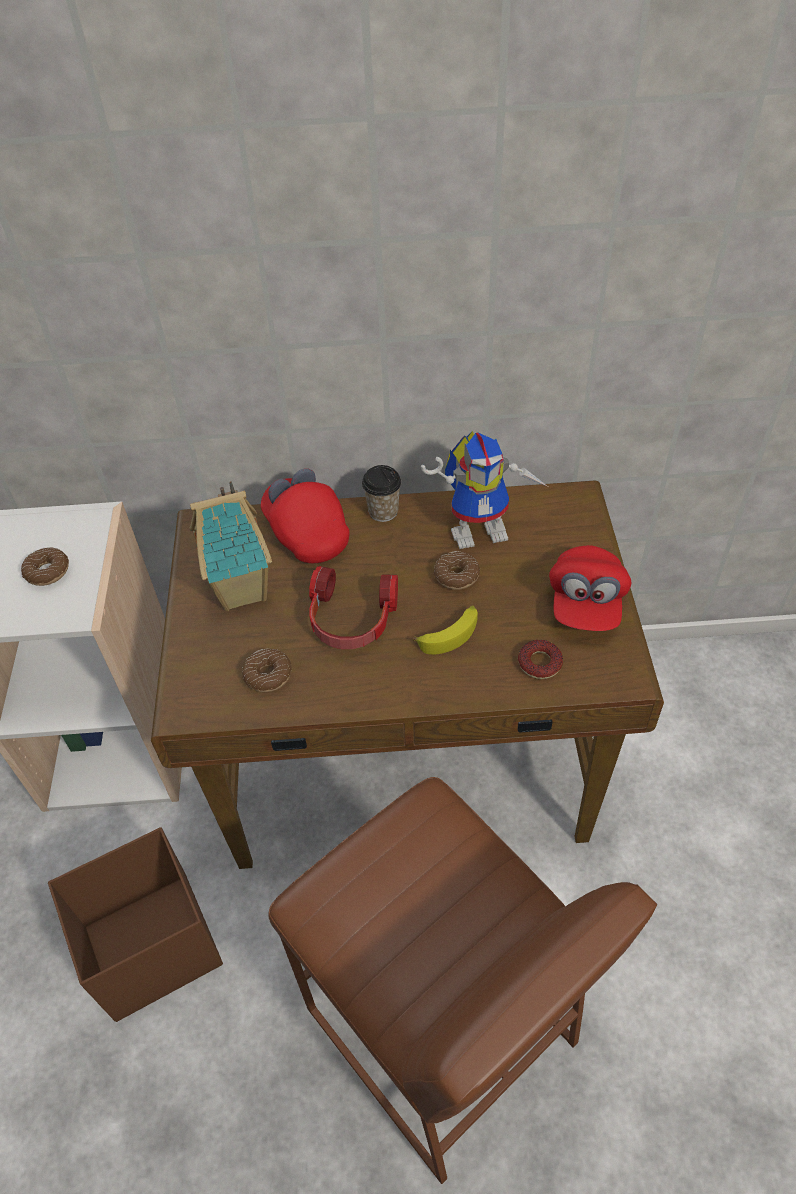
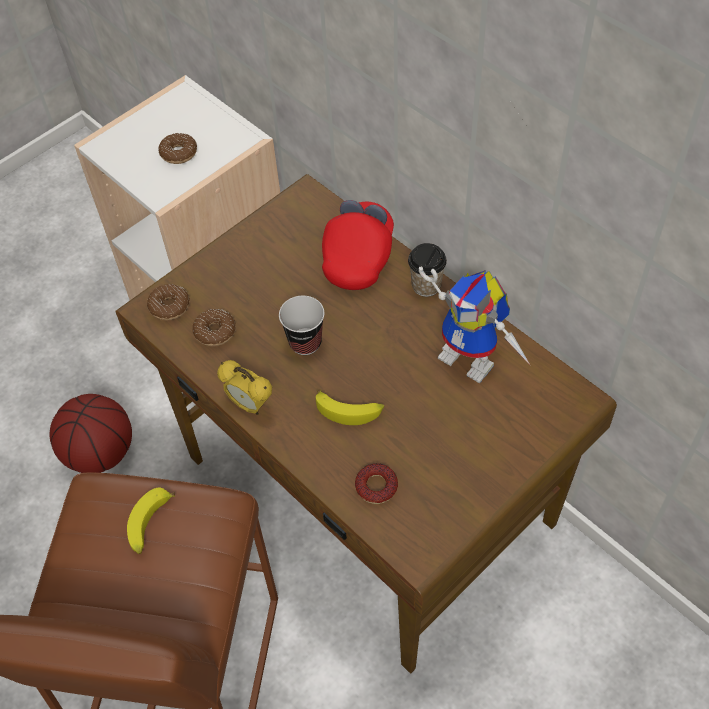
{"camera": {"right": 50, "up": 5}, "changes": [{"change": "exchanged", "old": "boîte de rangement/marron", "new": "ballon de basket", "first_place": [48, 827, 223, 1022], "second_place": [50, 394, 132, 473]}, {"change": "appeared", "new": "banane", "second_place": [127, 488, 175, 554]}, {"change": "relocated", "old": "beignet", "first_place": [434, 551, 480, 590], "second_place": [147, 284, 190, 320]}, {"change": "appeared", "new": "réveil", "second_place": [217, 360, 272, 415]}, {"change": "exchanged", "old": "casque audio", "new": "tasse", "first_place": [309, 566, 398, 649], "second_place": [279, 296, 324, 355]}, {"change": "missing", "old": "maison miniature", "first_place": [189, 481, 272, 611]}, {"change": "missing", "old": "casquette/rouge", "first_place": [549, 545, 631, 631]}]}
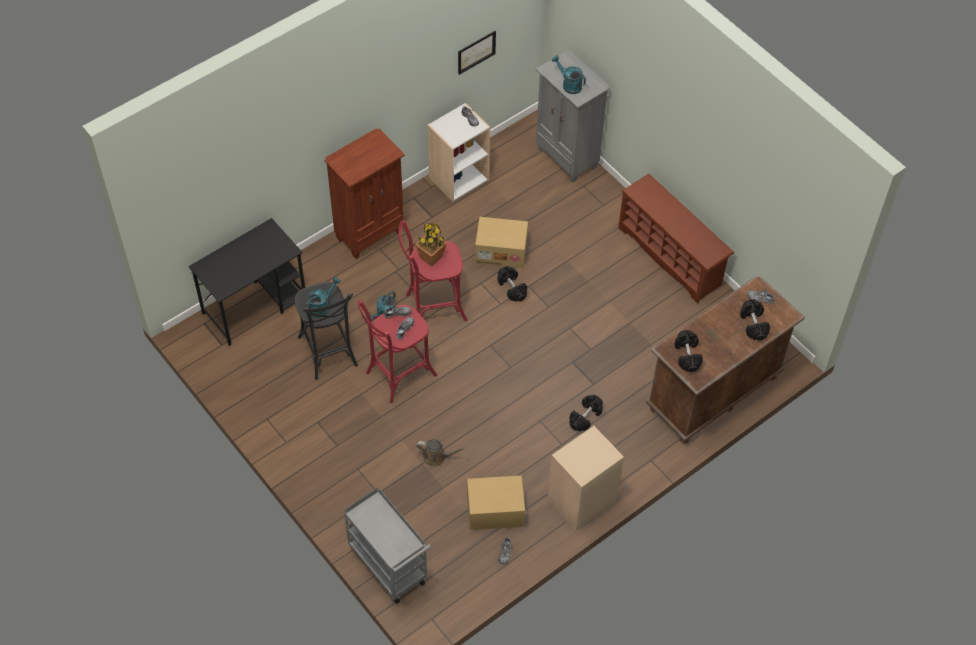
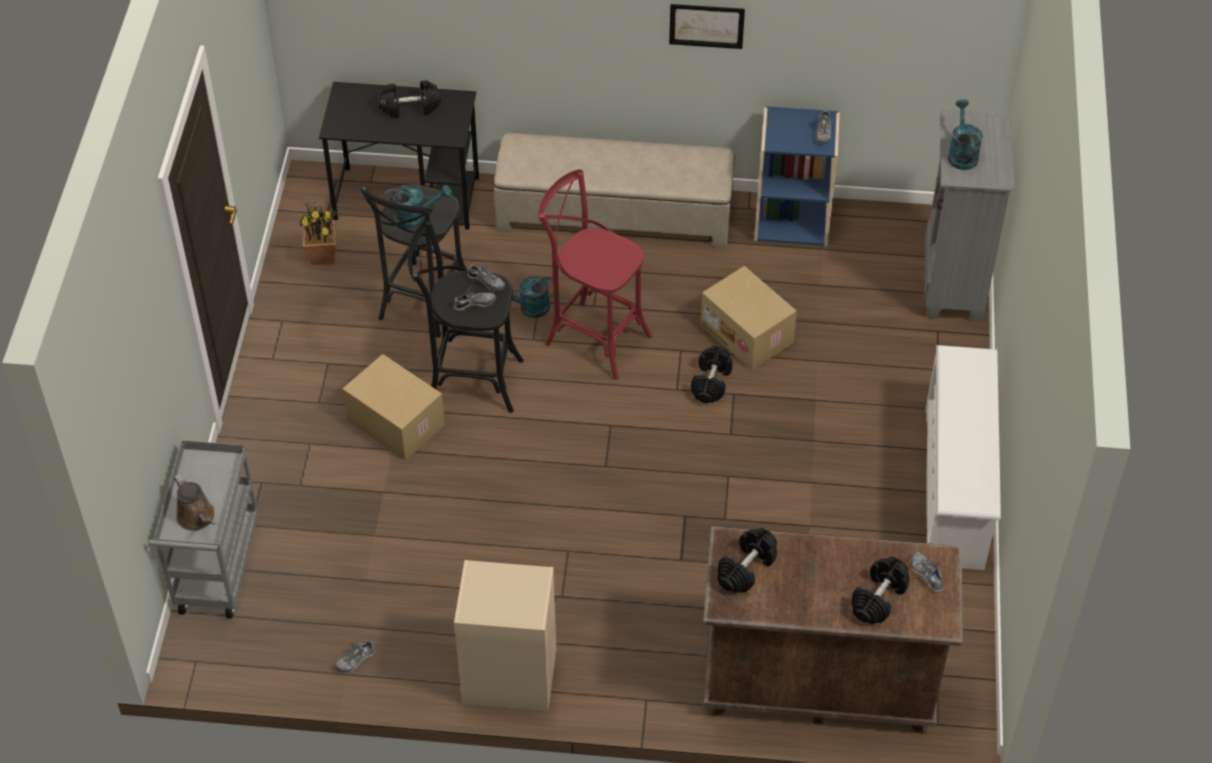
{"camera": {"right": 45, "up": -5}, "changes": [{"change": "relocated", "old": "arrosoir/marron", "first_place": [416, 439, 467, 467], "second_place": [174, 474, 216, 531]}, {"change": "relocated", "old": "plante en pot", "first_place": [415, 223, 447, 266], "second_place": [300, 201, 339, 265]}, {"change": "relocated", "old": "carton", "first_place": [467, 475, 525, 530], "second_place": [343, 354, 445, 460]}, {"change": "relocated", "old": "haltère/noir", "first_place": [569, 395, 603, 431], "second_place": [378, 80, 441, 118]}, {"change": "colour", "old": "tabouret/rouge", "new": "tabouret/noir", "first_place": [358, 300, 437, 403], "second_place": [408, 220, 524, 413]}, {"change": "exchanged", "old": "meuble de rangement/marron", "new": "banc/beige", "first_place": [324, 129, 405, 259], "second_place": [494, 133, 735, 247]}, {"change": "relocated", "old": "tableau", "first_place": [458, 31, 496, 75], "second_place": [669, 4, 745, 49]}, {"change": "colour", "old": "bibliothèque/blanc", "new": "bibliothèque/bleu", "first_place": [428, 103, 490, 202], "second_place": [754, 106, 840, 246]}, {"change": "colour", "old": "étagère à chaussures/marron", "new": "étagère à chaussures/blanc", "first_place": [618, 174, 734, 304], "second_place": [926, 345, 1001, 570]}]}
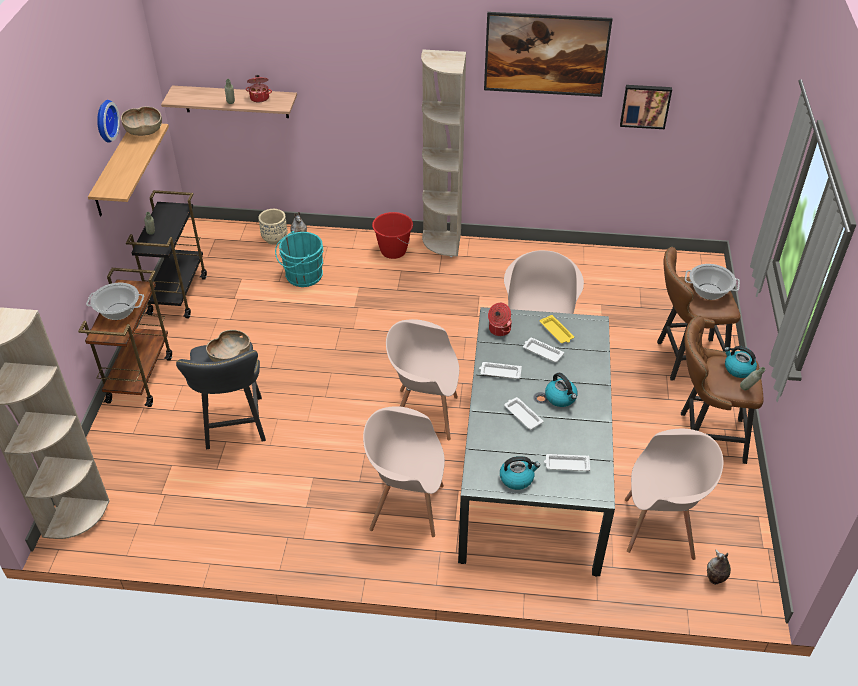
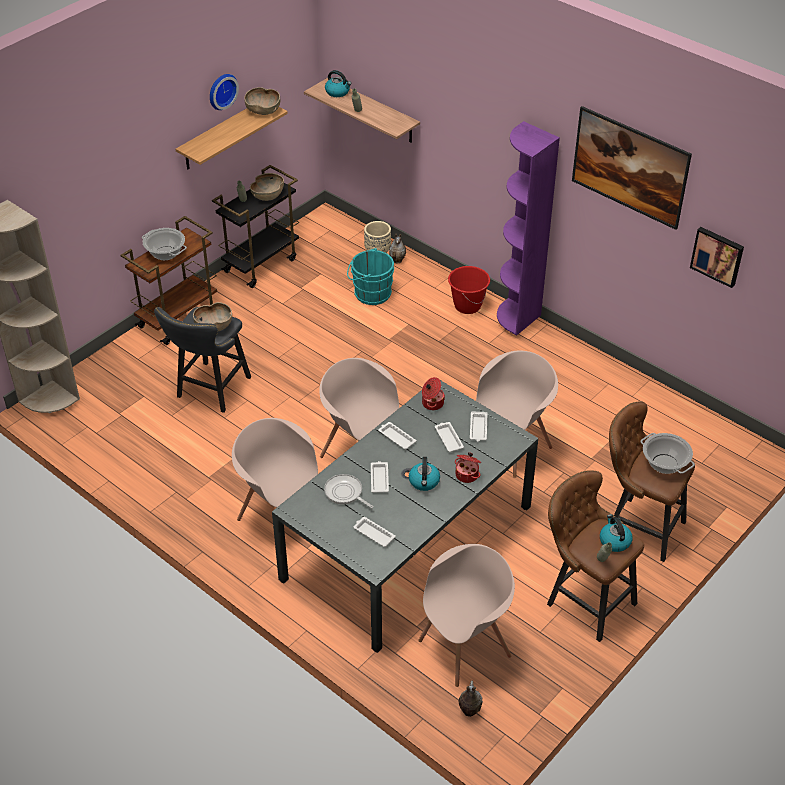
{"camera": {"right": 35, "up": 0}, "changes": [{"change": "appeared", "new": "bol/marron", "second_place": [250, 173, 284, 201]}, {"change": "appeared", "new": "poêle", "second_place": [324, 474, 373, 508]}, {"change": "relocated", "old": "bouilloire", "first_place": [500, 456, 540, 490], "second_place": [325, 70, 351, 97]}, {"change": "spun", "old": "chaise/beige", "first_place": [625, 429, 723, 560], "second_place": [418, 544, 515, 687], "degrees": -75}, {"change": "relocated", "old": "marmite", "first_place": [246, 75, 272, 102], "second_place": [455, 452, 481, 483]}, {"change": "colour", "old": "plateau/jaune", "new": "plateau/blanc", "first_place": [540, 315, 574, 343], "second_place": [470, 411, 487, 442]}, {"change": "colour", "old": "bibliothèque/beige", "new": "bibliothèque/violet", "first_place": [421, 50, 466, 257], "second_place": [497, 121, 560, 336]}]}
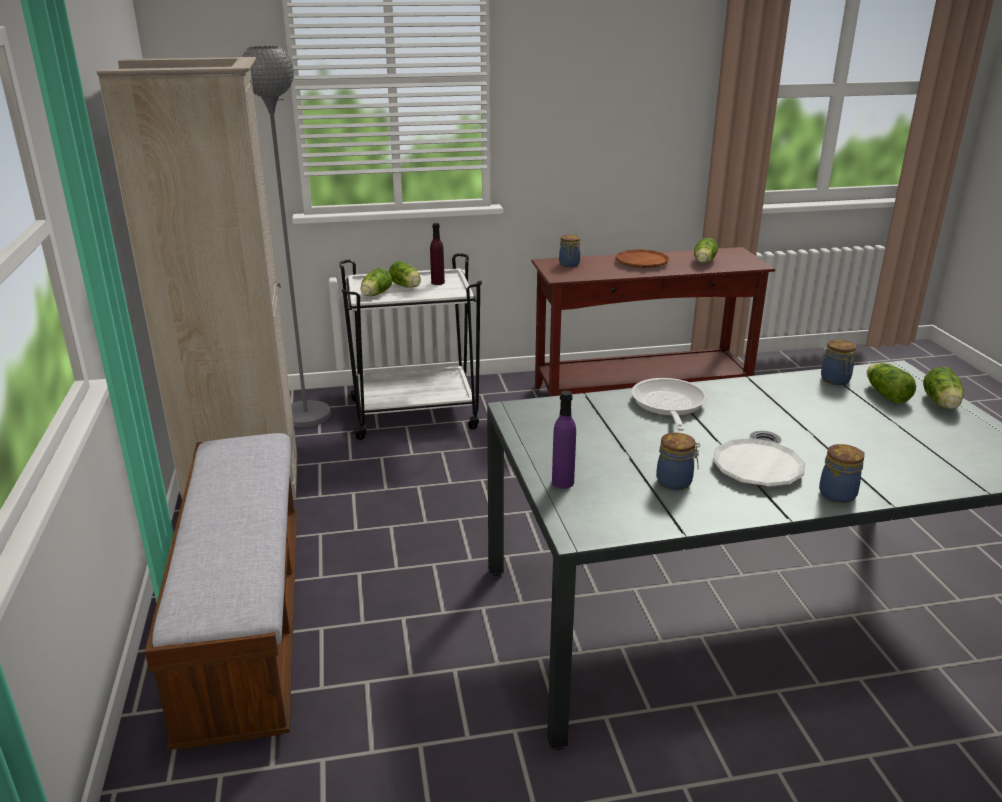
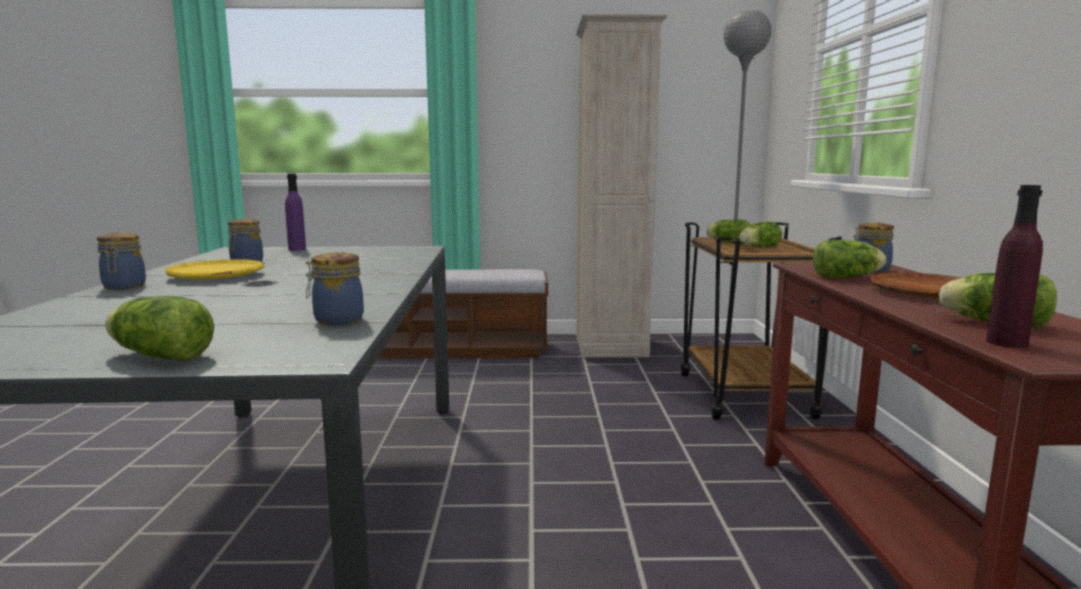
{"camera": {"right": 100, "up": -15}, "changes": [{"change": "colour", "old": "assiette/blanc", "new": "assiette/jaune", "first_place": [712, 438, 805, 487], "second_place": [165, 259, 264, 279]}, {"change": "colour", "old": "chariot/blanc", "new": "chariot/marron", "first_place": [339, 253, 482, 440], "second_place": [681, 222, 842, 419]}, {"change": "relocated", "old": "laitue", "first_place": [867, 363, 916, 403], "second_place": [813, 240, 886, 278]}, {"change": "relocated", "old": "bouteille/violet", "first_place": [430, 223, 445, 285], "second_place": [986, 185, 1043, 348]}, {"change": "missing", "old": "poêle", "first_place": [631, 378, 707, 431]}]}
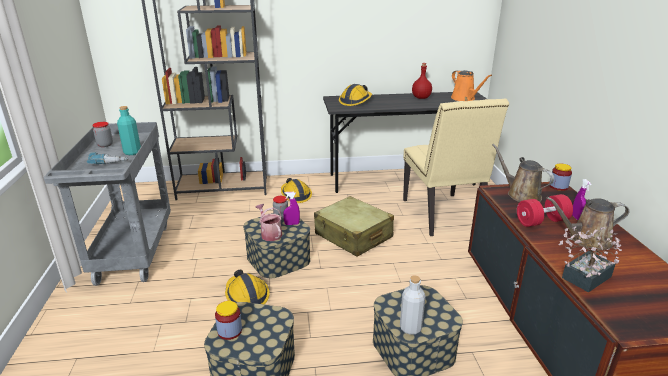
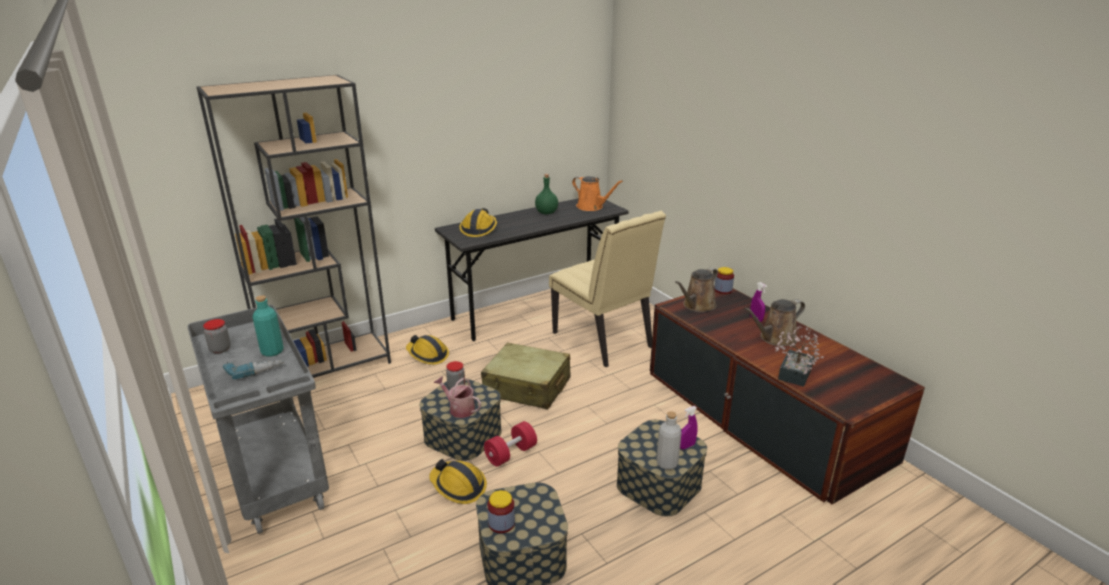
{"camera": {"right": -25, "up": 0}, "changes": [{"change": "relocated", "old": "haltère/rouge", "first_place": [517, 194, 573, 227], "second_place": [484, 421, 537, 467]}, {"change": "colour", "old": "bouteille/rouge", "new": "bouteille/vert", "first_place": [412, 63, 432, 99], "second_place": [535, 174, 558, 214]}, {"change": "spun", "old": "arrosoir/marron", "first_place": [492, 144, 554, 202], "second_place": [675, 268, 718, 312], "degrees": -75}, {"change": "relocated", "old": "vaporisateur/violet", "first_place": [283, 192, 300, 225], "second_place": [680, 406, 697, 449]}]}
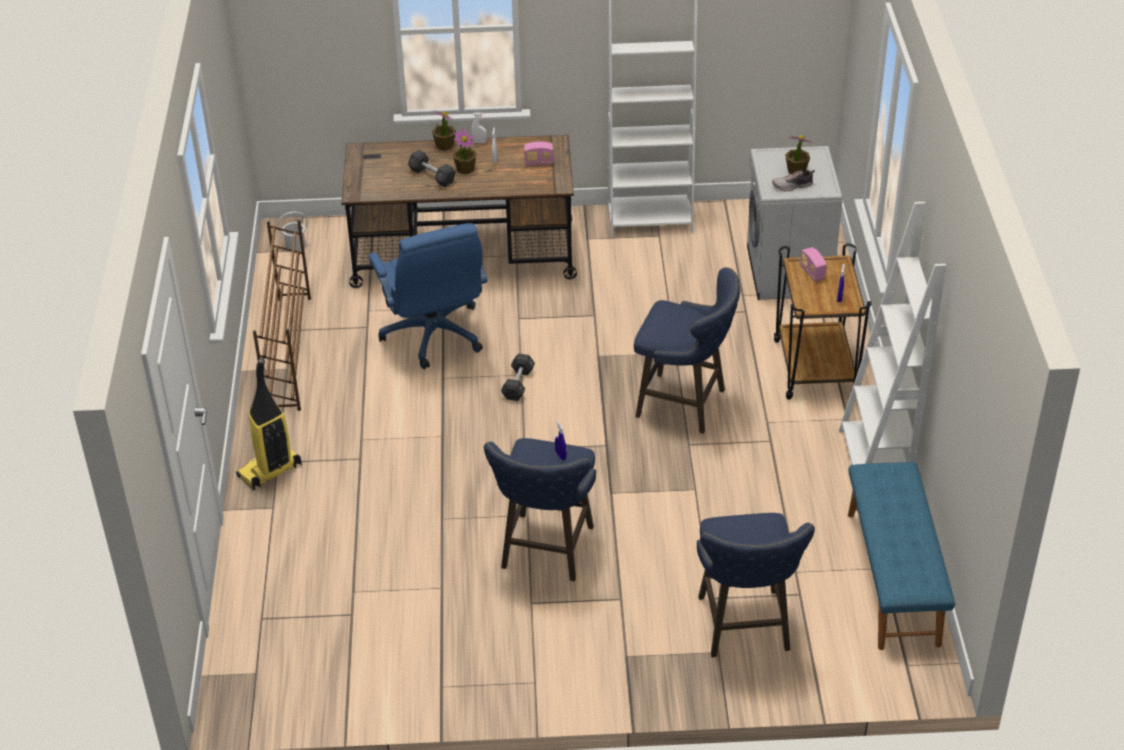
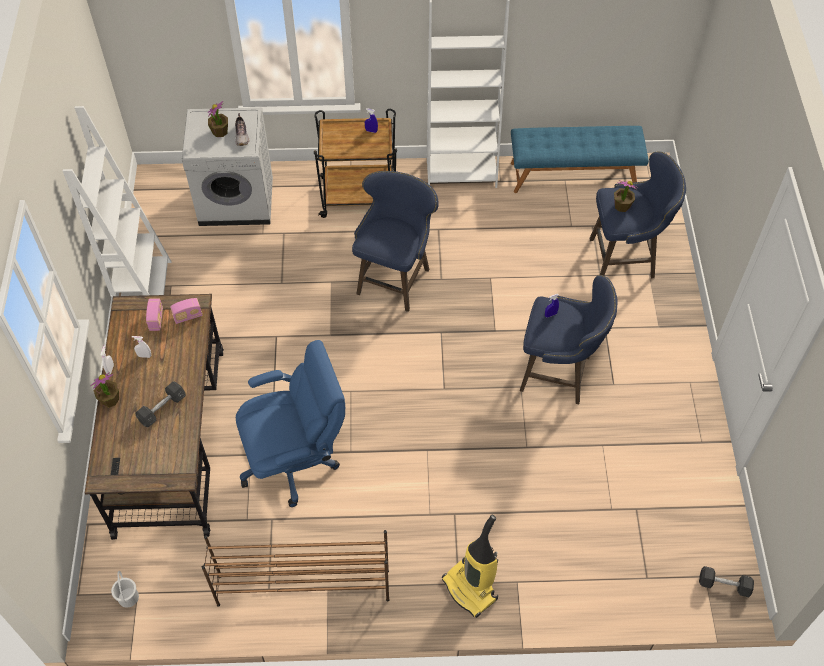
{"camera": {"right": -90, "up": 15}, "changes": [{"change": "relocated", "old": "radio", "first_place": [800, 247, 827, 282], "second_place": [170, 298, 202, 324]}, {"change": "relocated", "old": "plante en pot", "first_place": [453, 128, 477, 174], "second_place": [614, 180, 636, 212]}, {"change": "relocated", "old": "haltère/noir", "first_place": [501, 353, 535, 401], "second_place": [699, 566, 754, 597]}]}
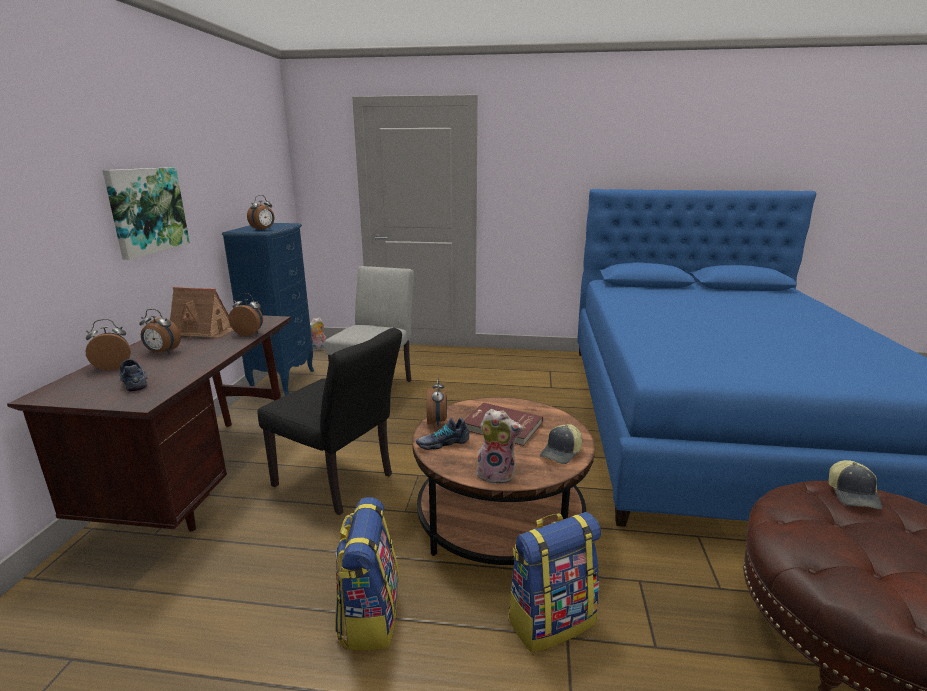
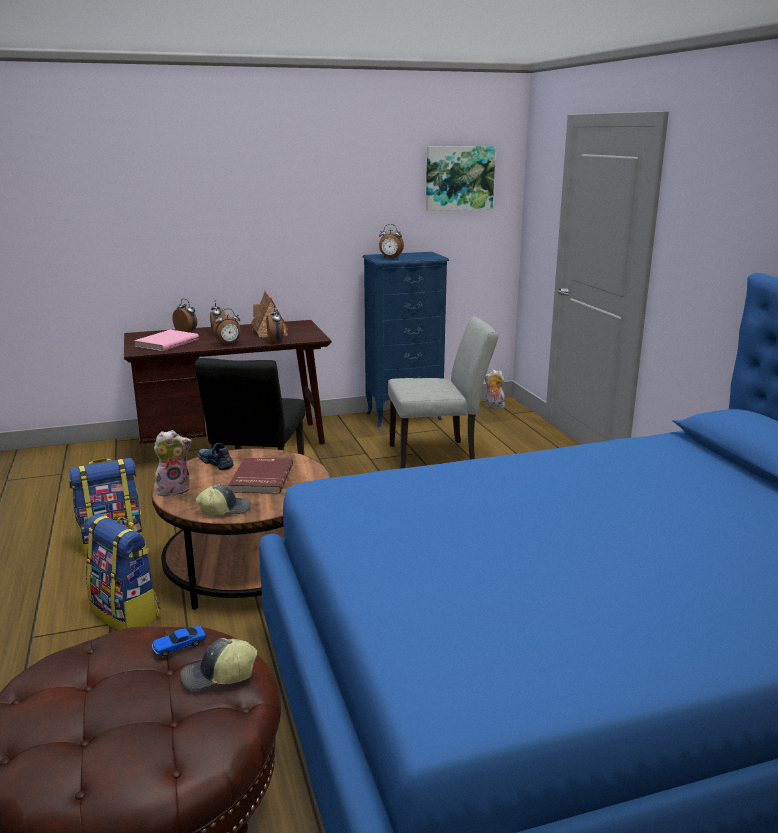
{"camera": {"right": 65, "up": 0}, "changes": [{"change": "exchanged", "old": "chaussure", "new": "livre/rose", "first_place": [120, 359, 148, 392], "second_place": [134, 330, 199, 351]}, {"change": "appeared", "new": "petite voiture", "second_place": [152, 626, 207, 656]}, {"change": "spun", "old": "peluche", "first_place": [477, 409, 523, 484], "second_place": [154, 430, 192, 496], "degrees": -105}, {"change": "spun", "old": "casquette", "first_place": [540, 424, 582, 464], "second_place": [196, 484, 251, 515], "degrees": 150}, {"change": "relocated", "old": "réveil", "first_place": [427, 378, 447, 427], "second_place": [213, 309, 241, 345]}, {"change": "relocated", "old": "tableau", "first_place": [103, 167, 190, 260], "second_place": [426, 146, 496, 211]}]}
